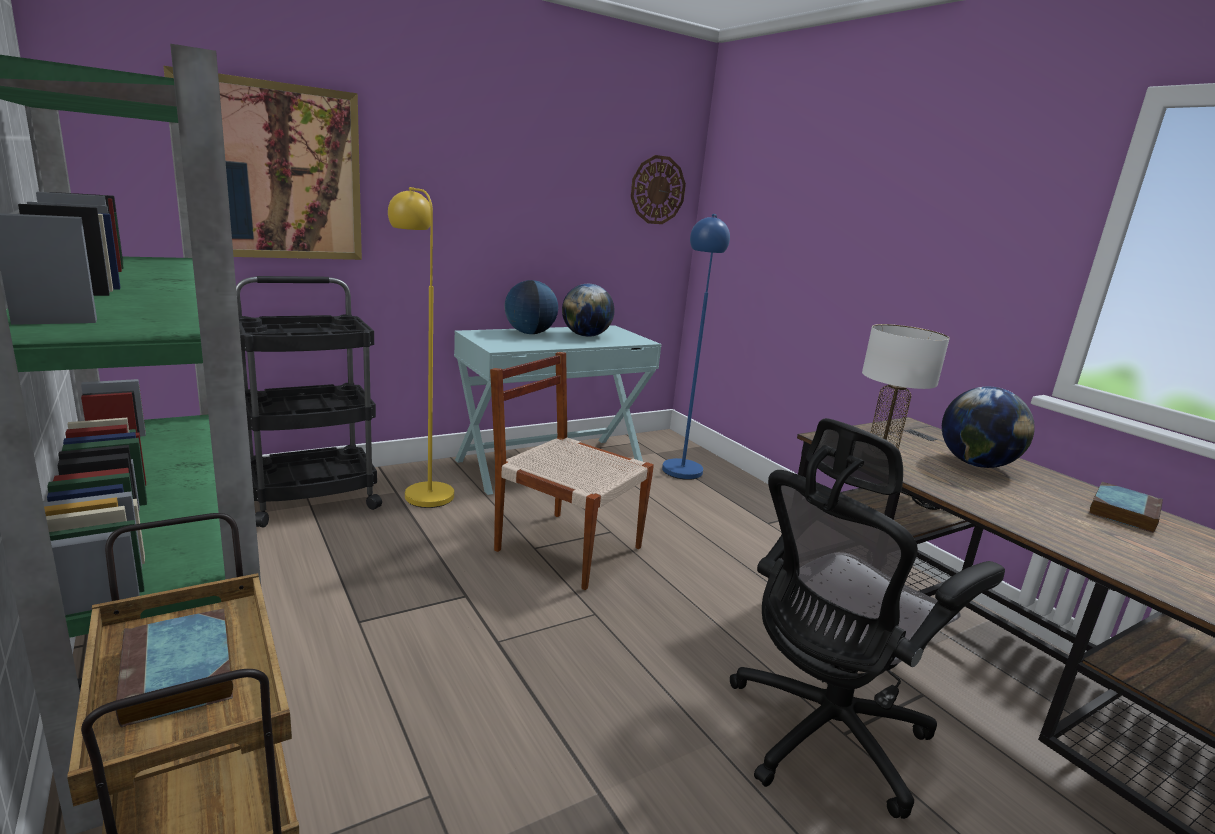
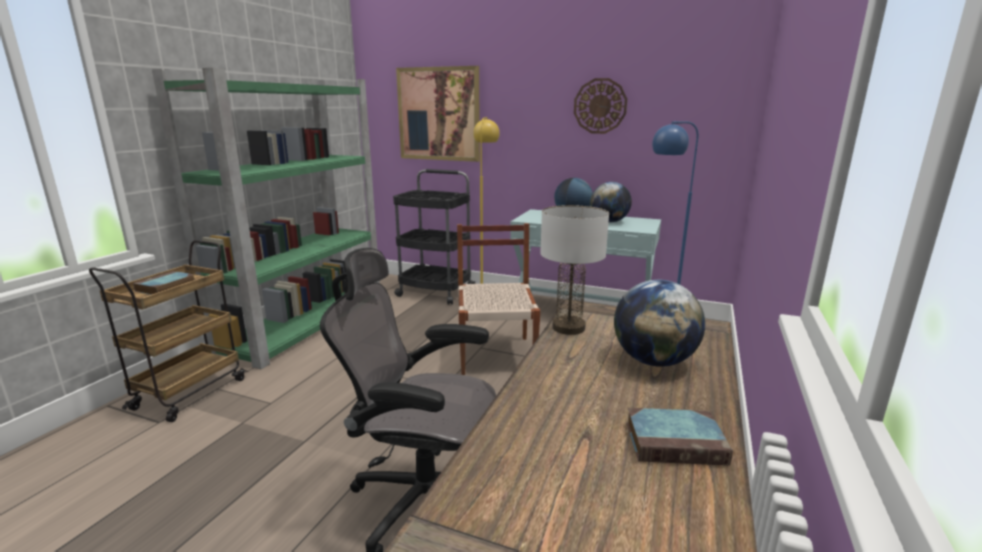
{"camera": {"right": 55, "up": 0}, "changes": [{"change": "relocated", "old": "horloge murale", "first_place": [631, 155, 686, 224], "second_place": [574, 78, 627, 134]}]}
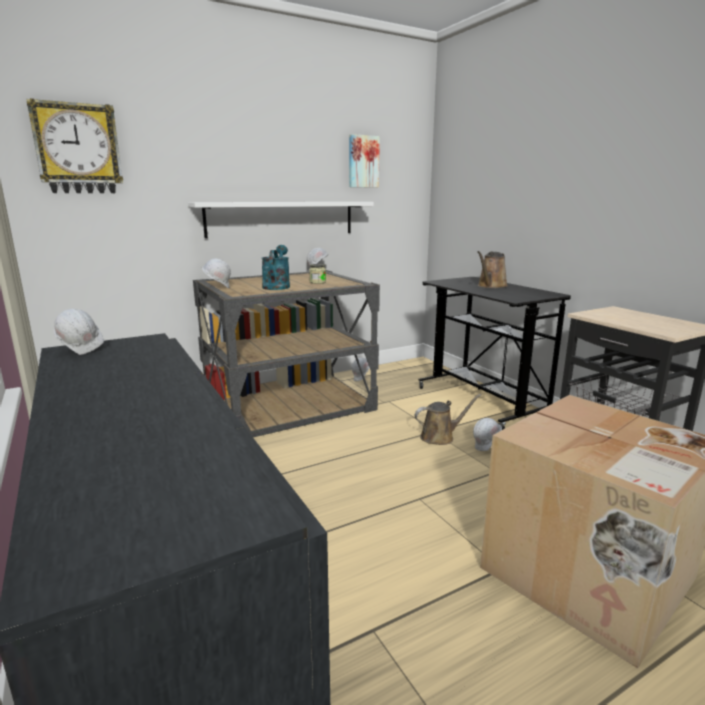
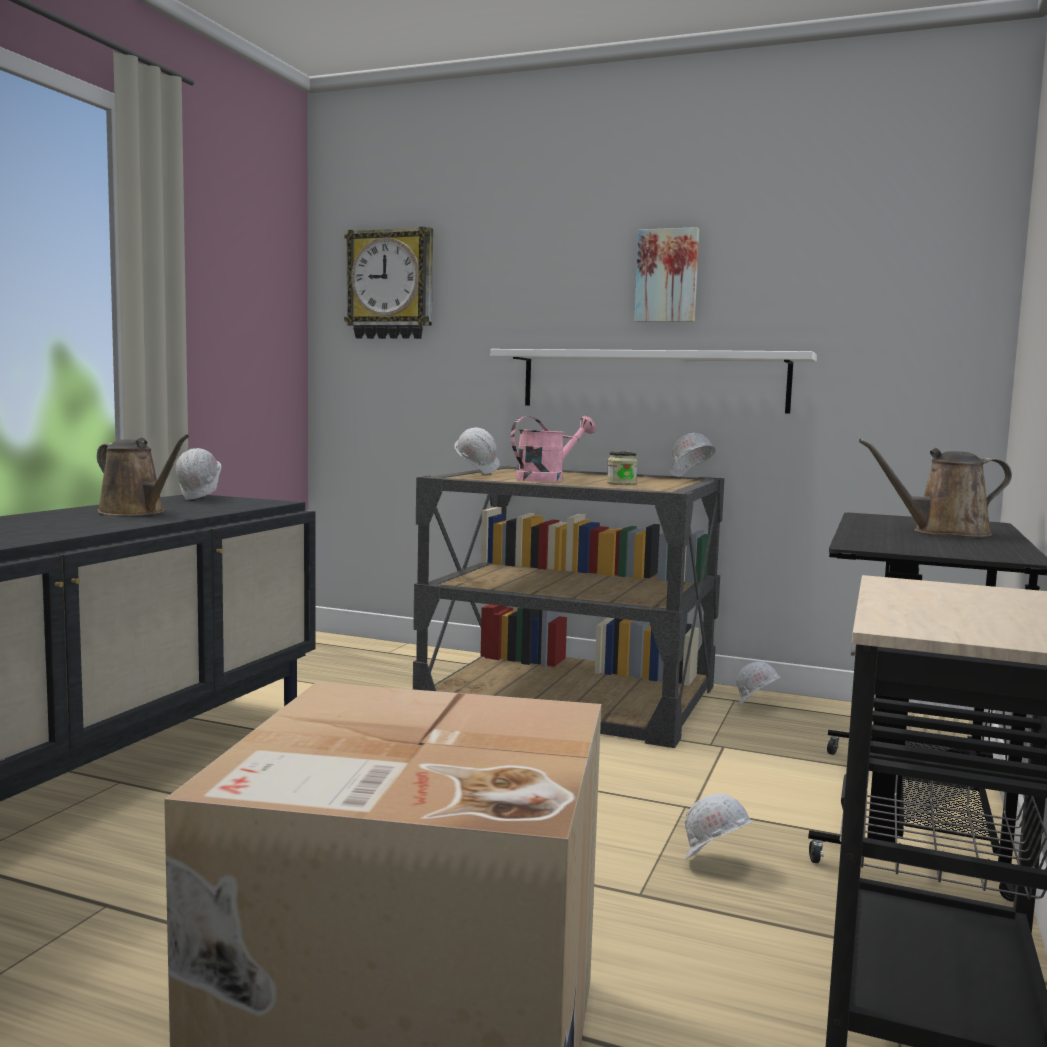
{"camera": {"right": 50, "up": -10}, "changes": [{"change": "relocated", "old": "arrosoir/marron", "first_place": [415, 394, 482, 445], "second_place": [97, 434, 189, 516]}, {"change": "colour", "old": "arrosoir/turquoise", "new": "arrosoir/rose", "first_place": [262, 245, 290, 290], "second_place": [511, 416, 596, 482]}, {"change": "relocated", "old": "tableau", "first_place": [349, 134, 380, 188], "second_place": [634, 227, 699, 322]}]}
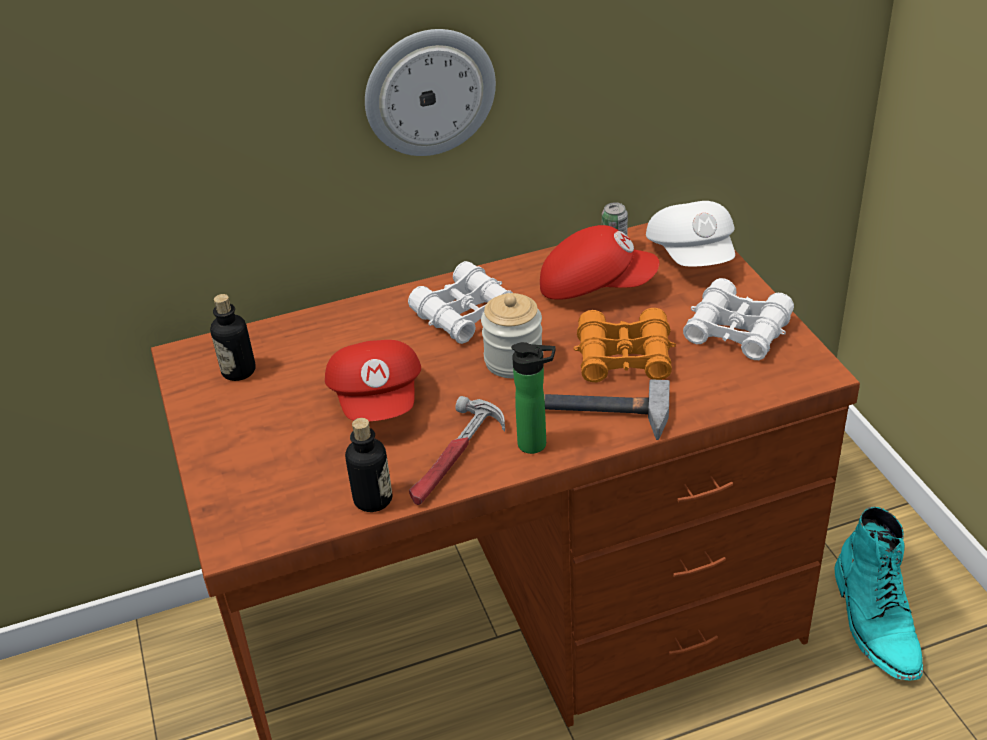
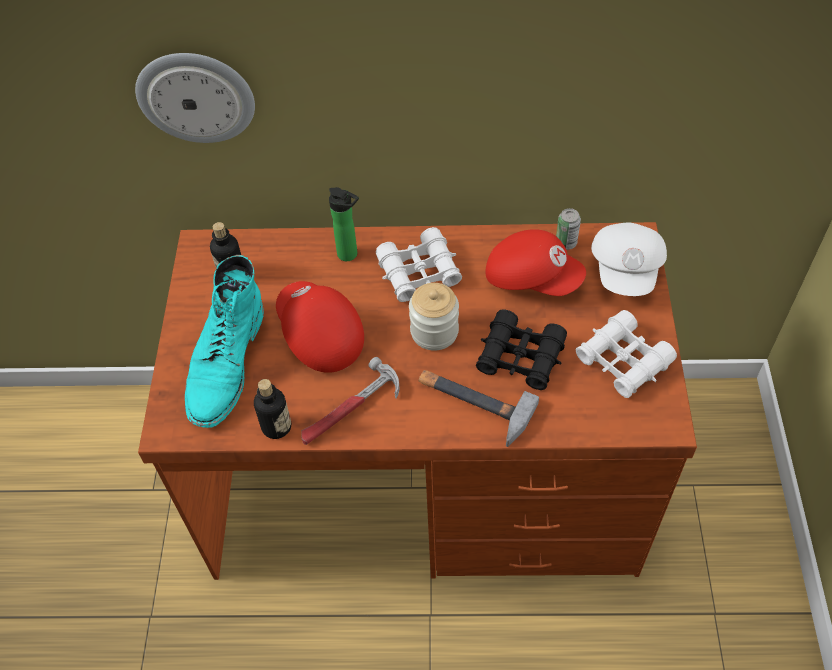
{"camera": {"right": 20, "up": 15}, "changes": [{"change": "relocated", "old": "horloge murale", "first_place": [365, 29, 496, 156], "second_place": [135, 53, 255, 143]}, {"change": "relocated", "old": "botte/turquoise", "first_place": [834, 506, 923, 680], "second_place": [185, 255, 264, 428]}, {"change": "spun", "old": "casquette/rouge", "first_place": [325, 340, 421, 421], "second_place": [276, 281, 364, 373], "degrees": 135}, {"change": "relocated", "old": "bouteille", "first_place": [511, 342, 556, 454], "second_place": [329, 187, 359, 261]}, {"change": "colour", "old": "jumelles/orange", "new": "jumelles/noir", "first_place": [573, 308, 676, 382], "second_place": [476, 309, 567, 390]}]}
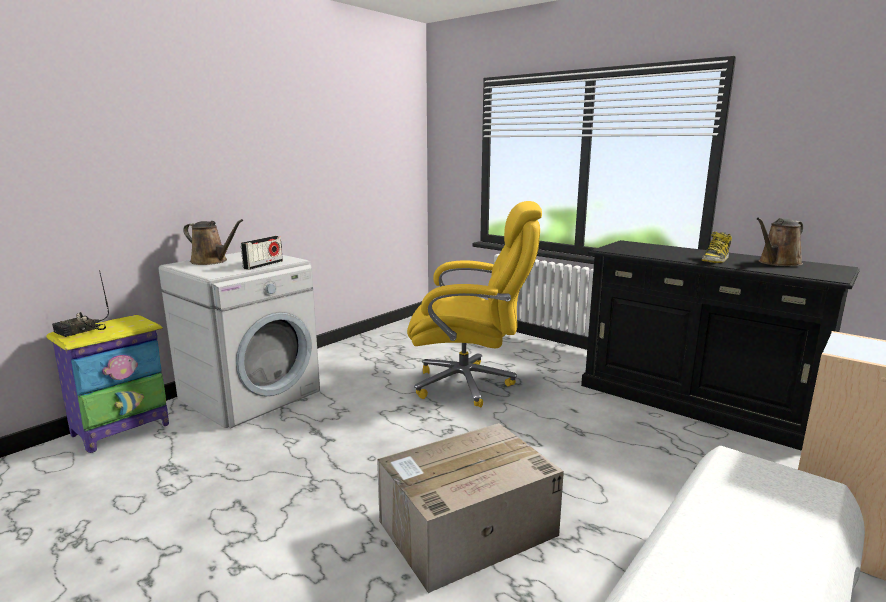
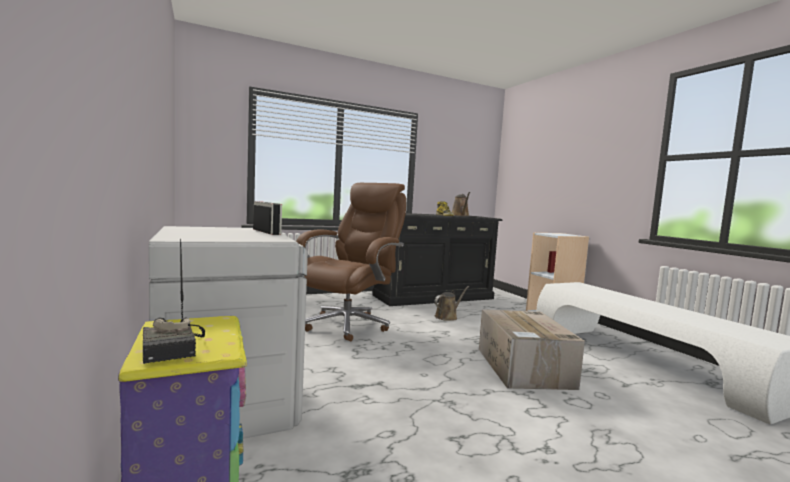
{"camera": {"right": -65, "up": -10}, "changes": [{"change": "colour", "old": "chaise de bureau/jaune", "new": "chaise de bureau/marron", "first_place": [407, 201, 542, 407], "second_place": [296, 183, 406, 341]}, {"change": "relocated", "old": "arrosoir/marron", "first_place": [183, 219, 243, 265], "second_place": [435, 286, 469, 321]}]}
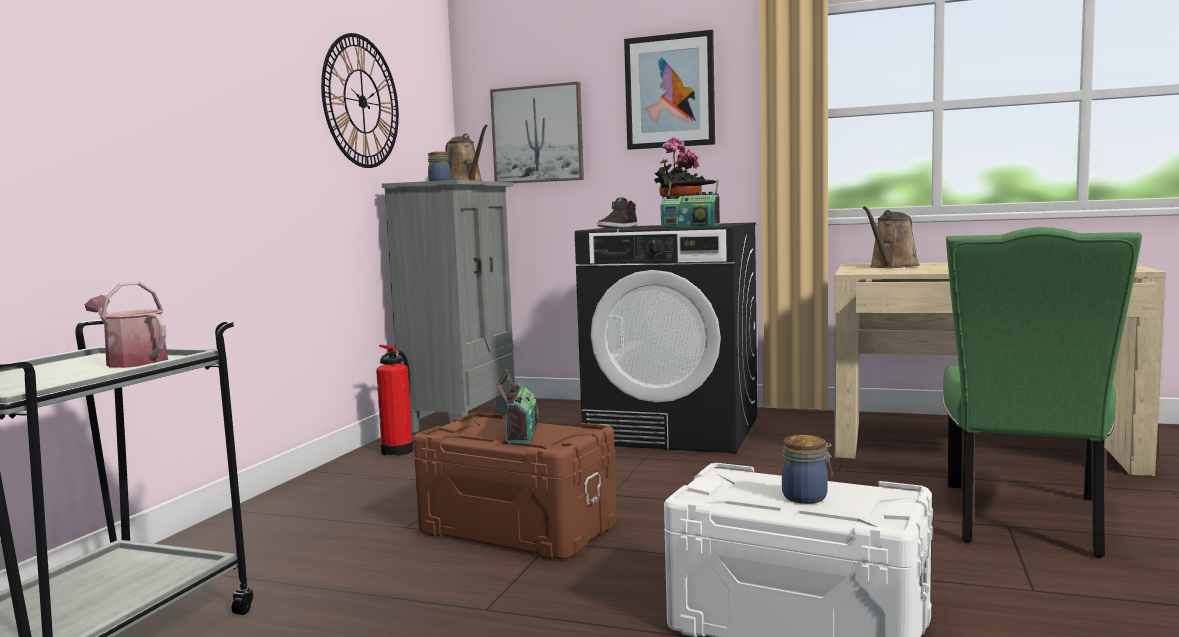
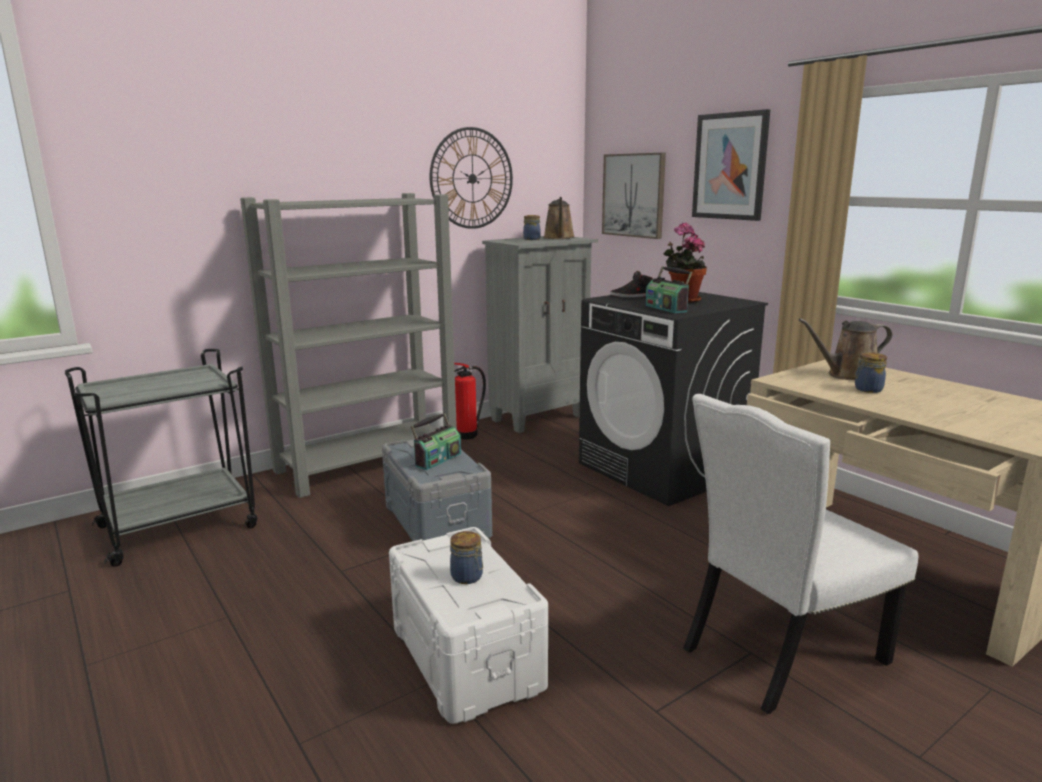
{"camera": {"right": 35, "up": 10}, "changes": [{"change": "appeared", "new": "bibliothèque/gris", "second_place": [240, 193, 457, 498]}, {"change": "colour", "old": "boîte de rangement/marron", "new": "boîte de rangement/gris", "first_place": [413, 412, 617, 560], "second_place": [382, 440, 492, 541]}, {"change": "colour", "old": "chaise/vert", "new": "chaise/blanc", "first_place": [943, 227, 1142, 558], "second_place": [683, 394, 918, 714]}, {"change": "appeared", "new": "bocal", "second_place": [855, 352, 887, 393]}, {"change": "missing", "old": "arrosoir", "first_place": [85, 282, 168, 368]}]}
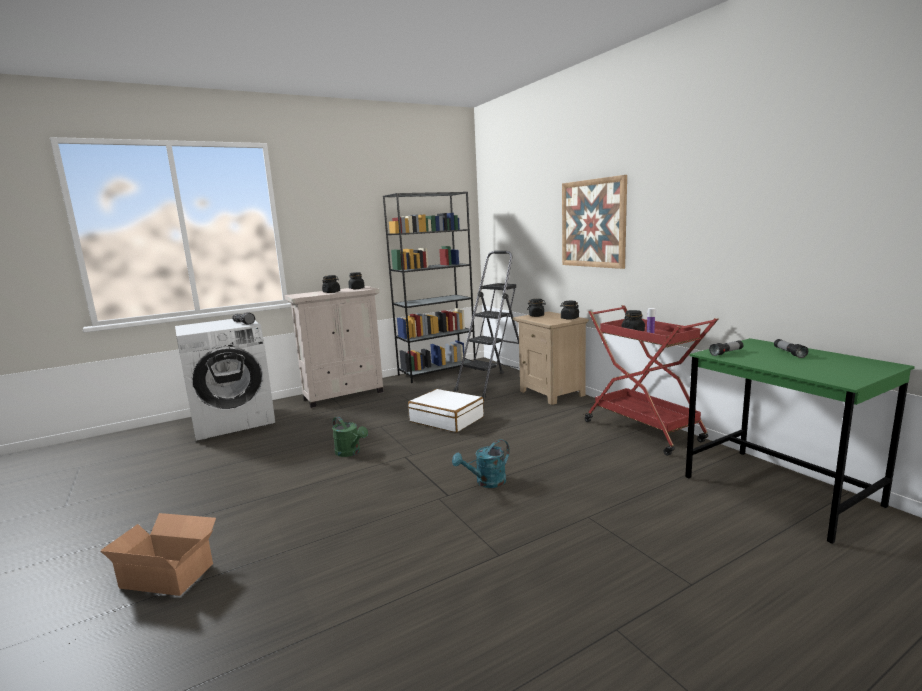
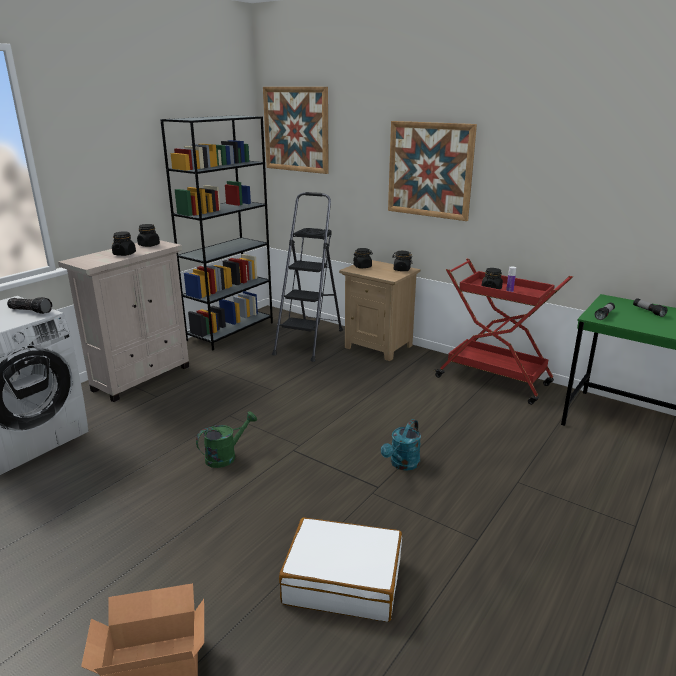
{"camera": {"right": -25, "up": 10}, "changes": [{"change": "spun", "old": "arrosoir/vert", "first_place": [332, 416, 368, 457], "second_place": [196, 411, 257, 468], "degrees": -60}, {"change": "appeared", "new": "tableau", "second_place": [263, 87, 329, 174]}, {"change": "relocated", "old": "valise/blanc", "first_place": [408, 389, 484, 432], "second_place": [279, 518, 402, 622]}]}
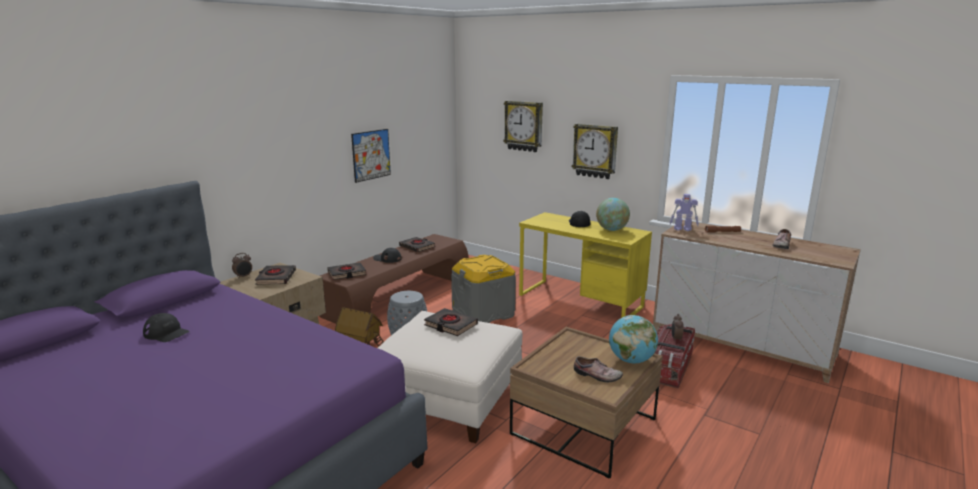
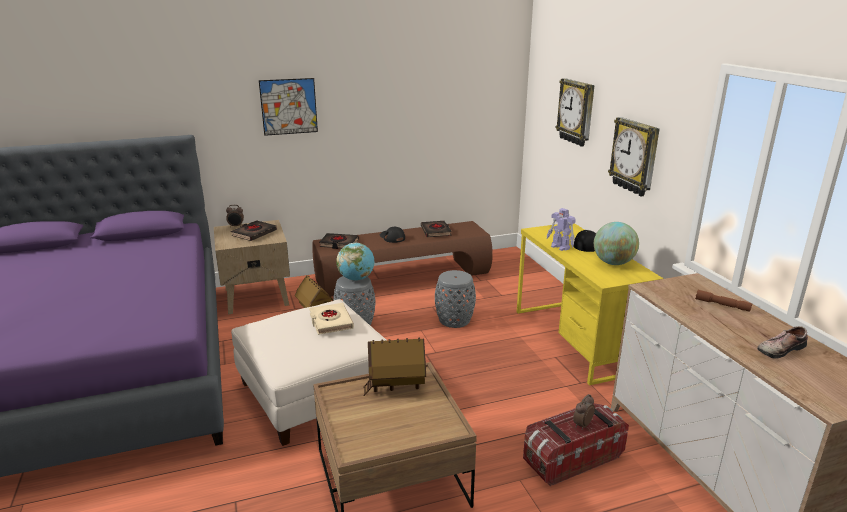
{"camera": {"right": 35, "up": 5}, "changes": [{"change": "relocated", "old": "tableau", "first_place": [351, 129, 391, 183], "second_place": [259, 78, 318, 136]}, {"change": "colour", "old": "livre/noir", "new": "livre/beige", "first_place": [424, 308, 478, 336], "second_place": [309, 303, 354, 335]}, {"change": "relocated", "old": "globe", "first_place": [609, 315, 658, 364], "second_place": [336, 243, 374, 281]}, {"change": "appeared", "new": "maison miniature", "second_place": [363, 338, 426, 396]}, {"change": "exchanged", "old": "boîte de rangement/gris", "new": "tabouret/gris", "first_place": [451, 255, 516, 323], "second_place": [435, 270, 476, 328]}, {"change": "relocated", "old": "robot jouet", "first_place": [669, 194, 699, 231], "second_place": [546, 208, 576, 251]}, {"change": "missing", "old": "casquette/noir", "first_place": [143, 313, 190, 342]}, {"change": "missing", "old": "chaussure", "first_place": [574, 356, 623, 382]}]}
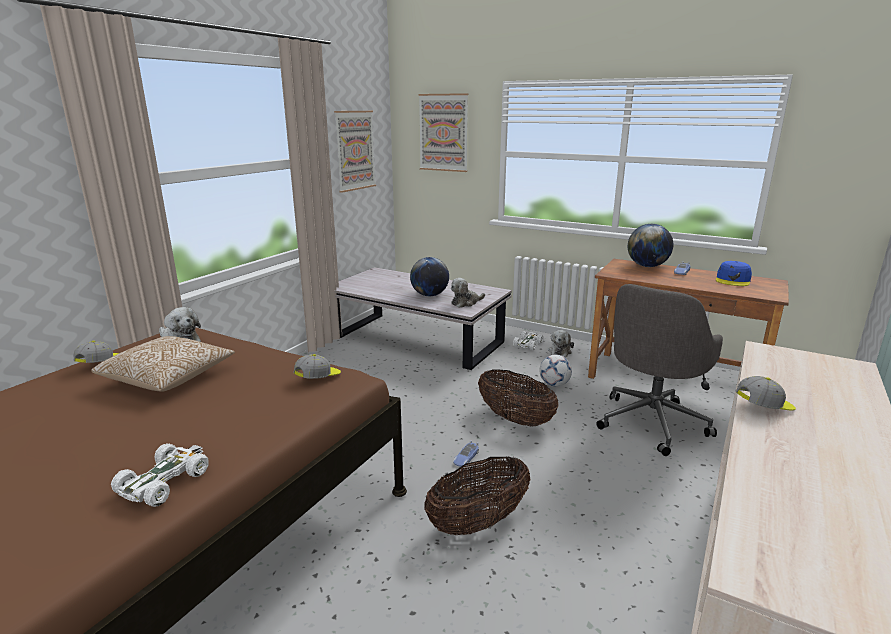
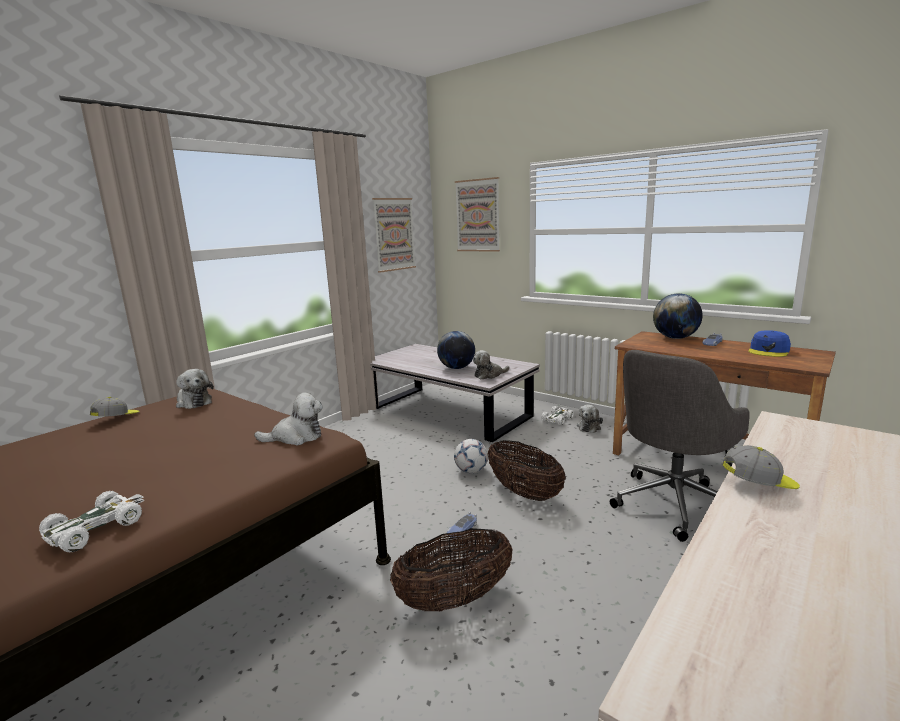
{"camera": {"right": 10, "up": -5}, "changes": [{"change": "exchanged", "old": "casquette", "new": "peluche", "first_place": [294, 354, 341, 379], "second_place": [254, 392, 323, 445]}, {"change": "relocated", "old": "ballon de foot", "first_place": [540, 355, 572, 387], "second_place": [454, 439, 488, 473]}, {"change": "missing", "old": "coussin", "first_place": [91, 336, 235, 392]}]}
